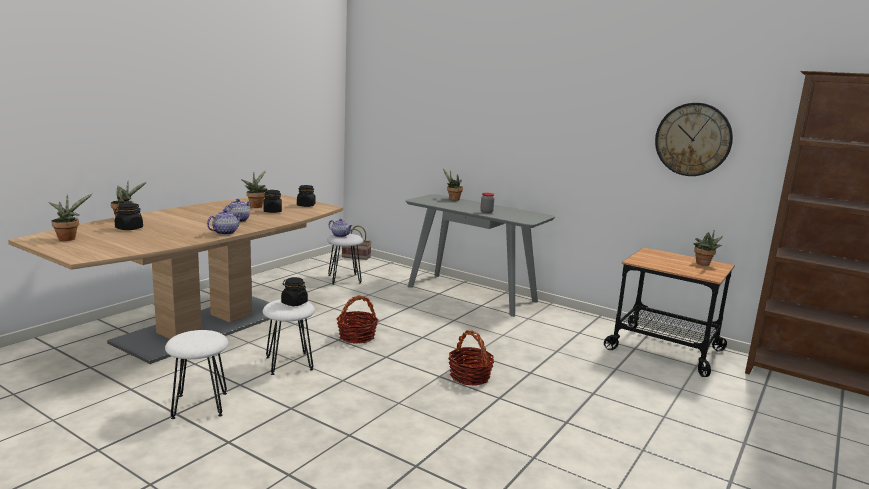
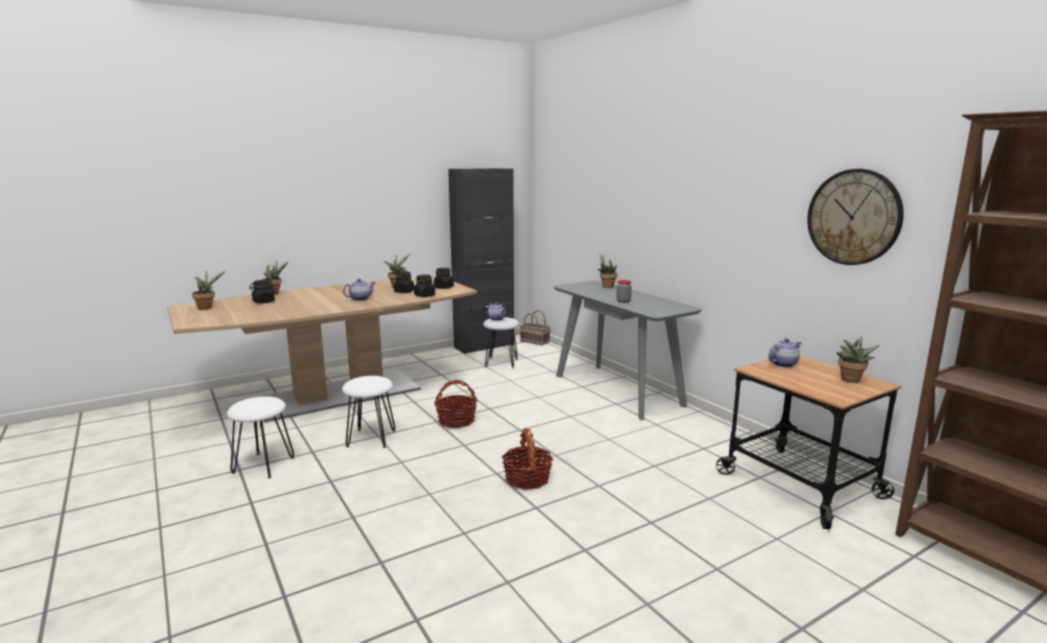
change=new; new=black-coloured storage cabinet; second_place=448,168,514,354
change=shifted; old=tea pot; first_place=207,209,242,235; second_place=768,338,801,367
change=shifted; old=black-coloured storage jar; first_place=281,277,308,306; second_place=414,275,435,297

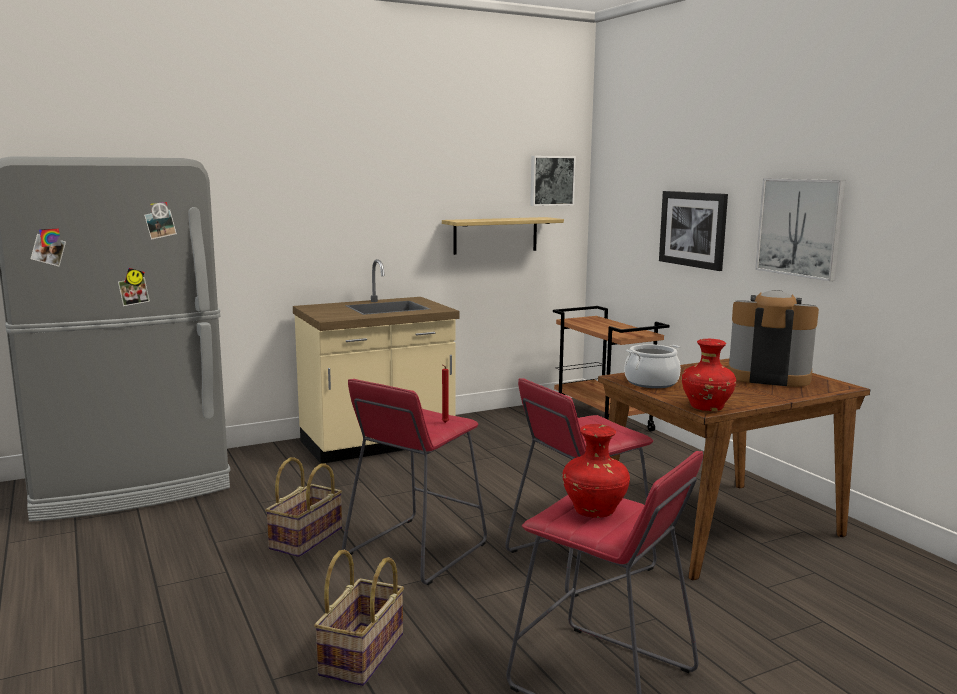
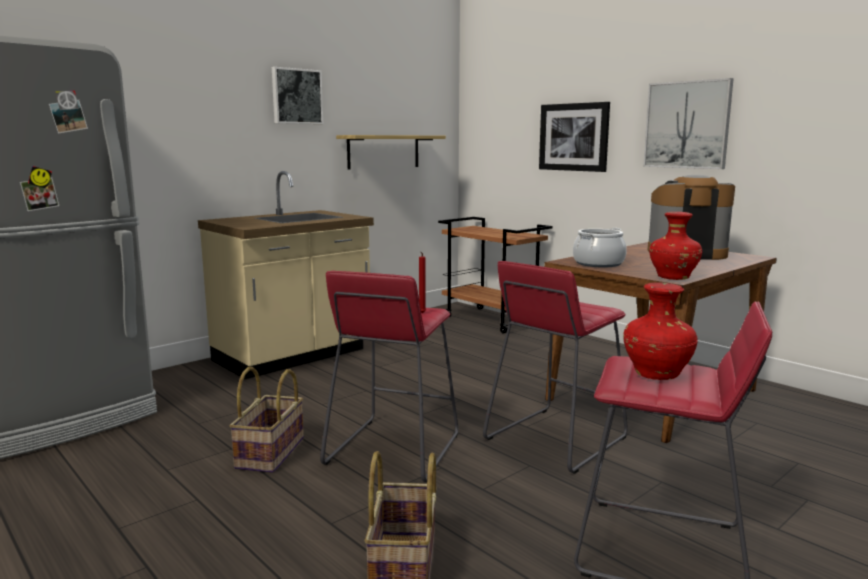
change=shifted; old=wall picture; first_place=530,156,576,206; second_place=272,67,323,124

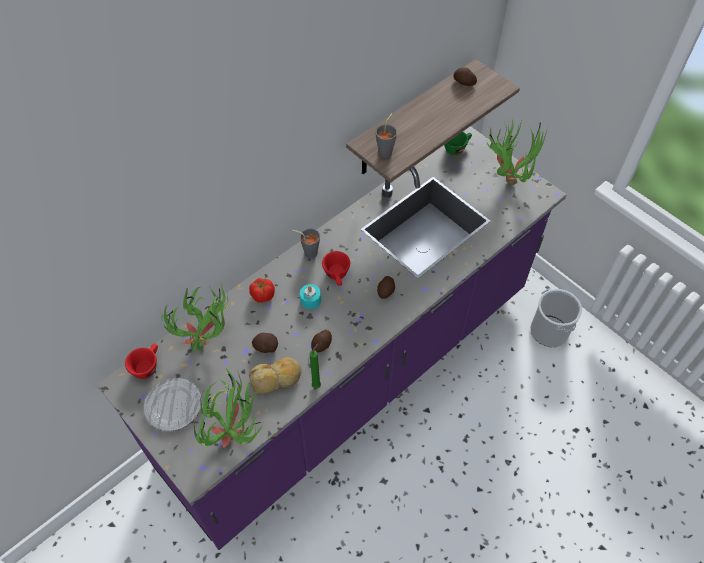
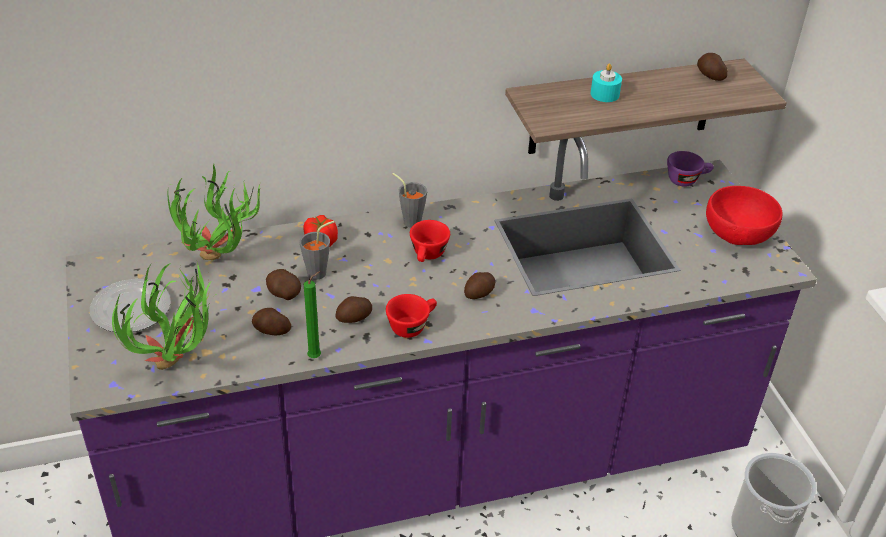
change=shifted; old=reddish small cup; first_place=125,343,158,379; second_place=386,294,437,338
change=shifted; old=blue-green wax light; first_place=300,284,321,309; second_place=590,64,622,102
change=shifted; old=grey small cup; first_place=376,113,397,158; second_place=300,221,335,280
change=swapped; old=baked bread; new=potato; first_place=249,357,302,394; second_place=252,308,291,335
change=swapped; old=houseplant; new=reddish serving bowl; first_place=485,119,547,185; second_place=706,186,783,245
change=repainted; old=green-coloured small cup; new=purple-coloured small cup; first_place=445,132,472,155; second_place=667,151,714,187

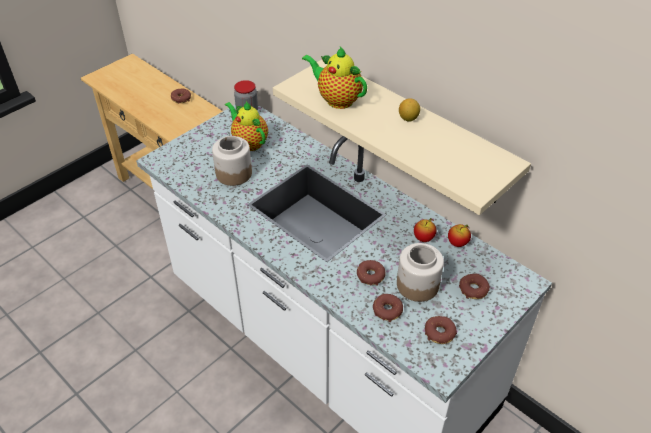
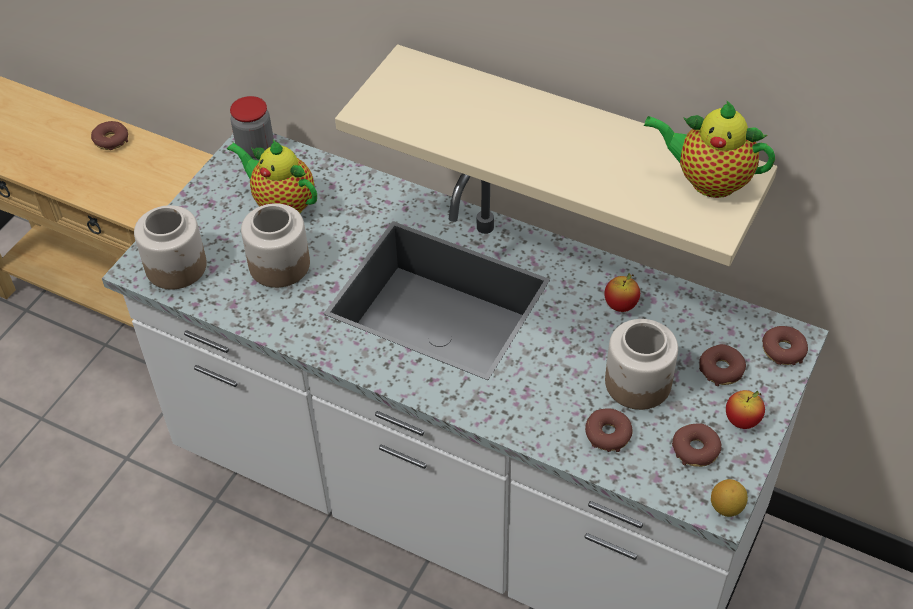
change=new; new=storage jar; second_place=134,205,207,289
change=shifted; old=tea pot; first_place=302,47,367,109; second_place=644,101,775,198
change=shifted; old=donut; first_place=357,260,386,286; second_place=762,326,808,365
change=shifted; old=citrus fruit; first_place=399,98,420,121; second_place=711,479,748,517
change=shifted; old=whole apple; first_place=448,224,471,247; second_place=726,390,765,429

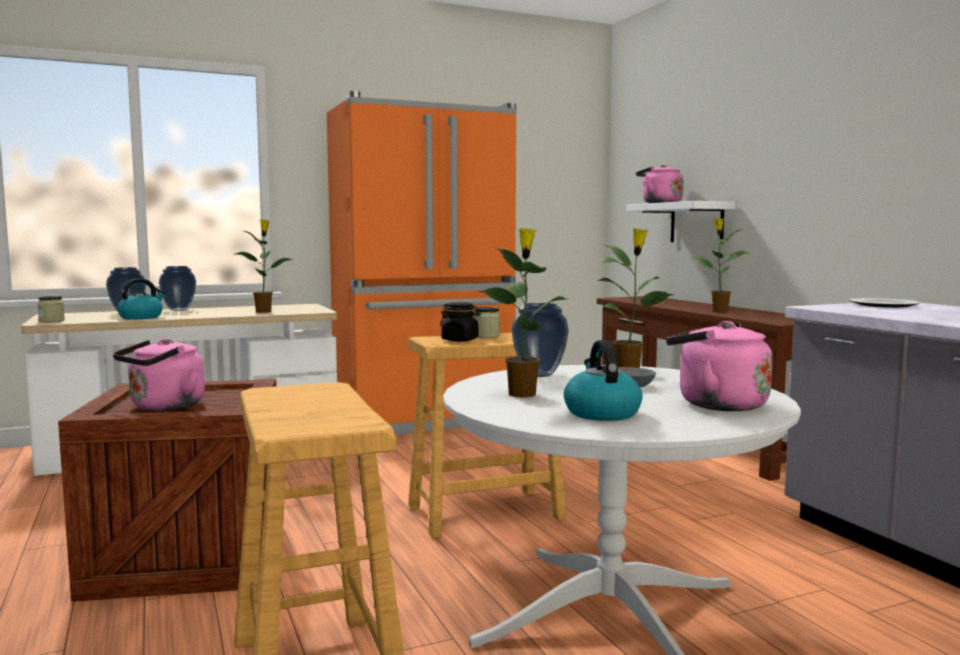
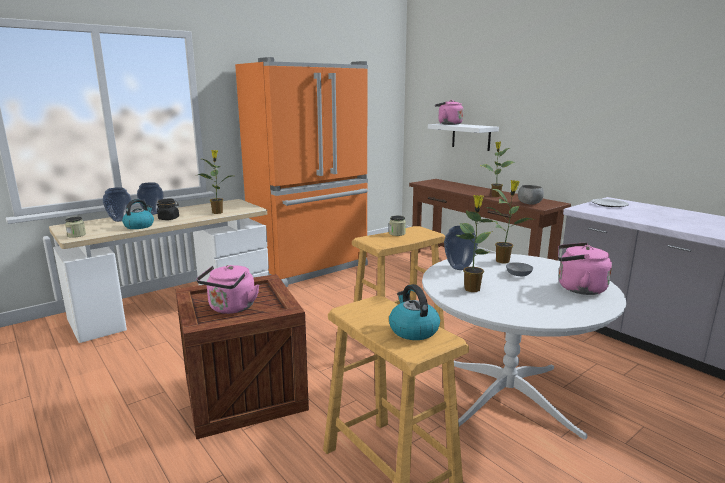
change=new; new=grey serving bowl; second_place=518,185,544,205
change=shifted; old=black-coloured storage jar; first_place=440,302,481,342; second_place=157,198,179,220
change=shifted; old=water kettle; first_place=564,340,643,421; second_place=389,284,440,340

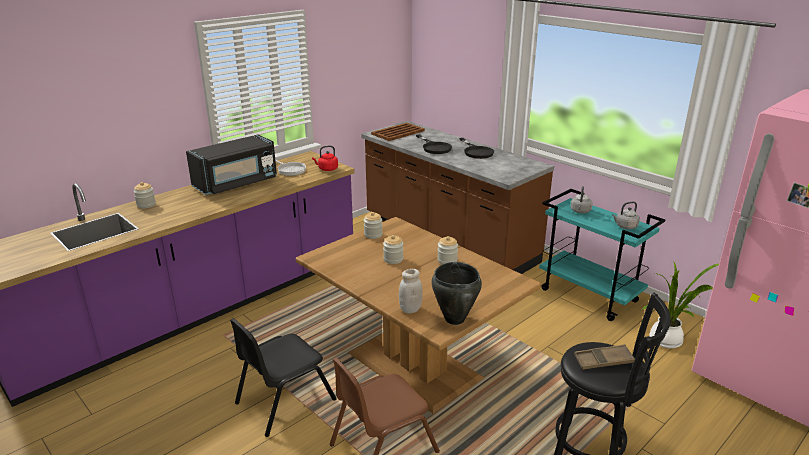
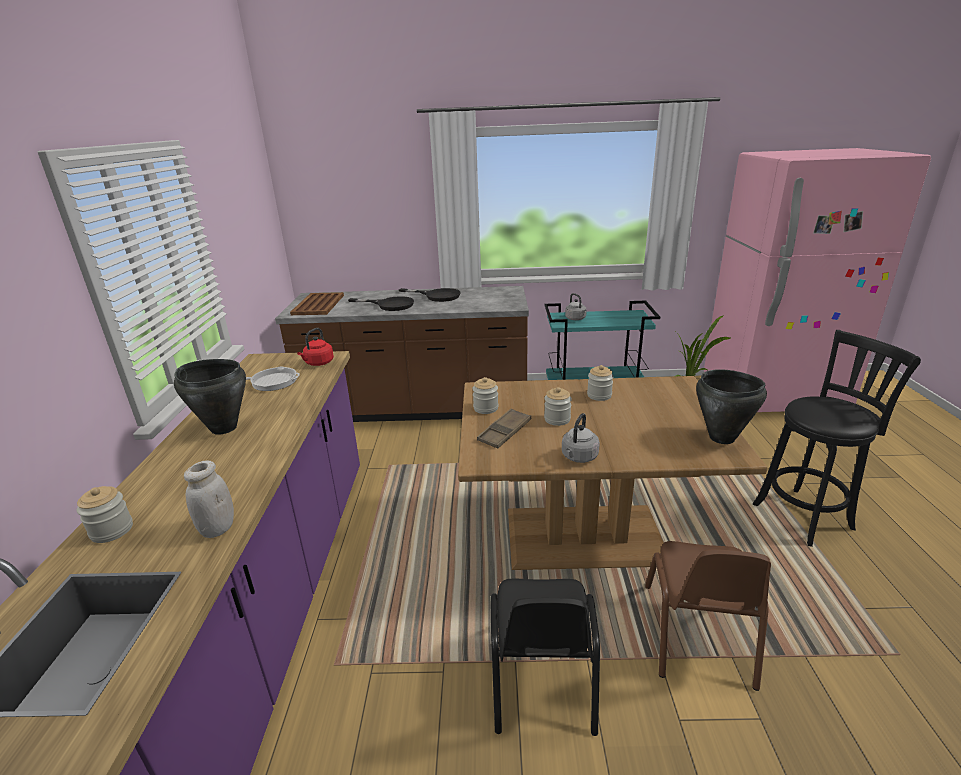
change=shifted; old=white storage jar; first_place=399,269,423,313; second_place=184,461,234,538
change=shifted; old=brown carrying tray; first_place=574,344,635,370; second_place=477,408,531,449
change=shifted; old=grey water kettle; first_place=612,201,640,229; second_place=562,413,600,463
change=swapped; old=black-coloured kitchen microwave; new=black-coloured stockpot; first_place=186,134,277,195; second_place=174,359,246,435

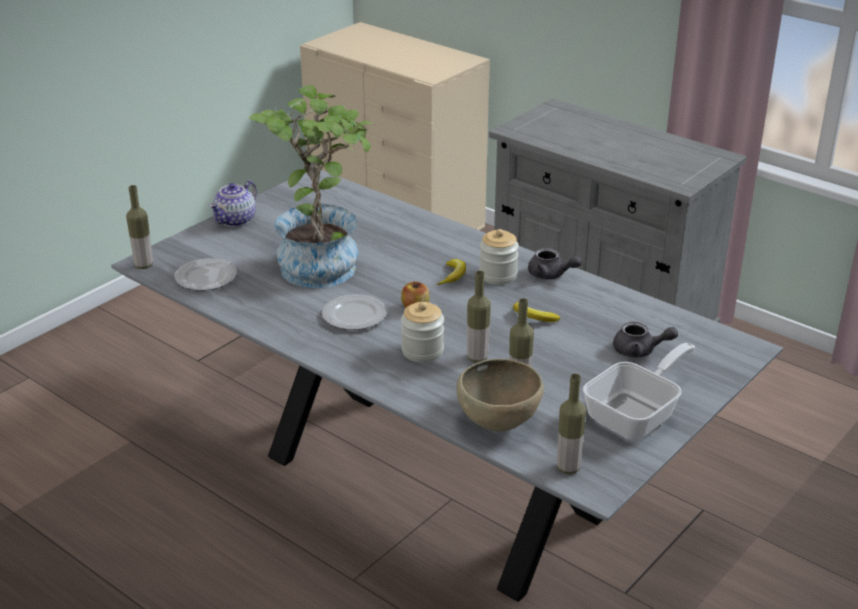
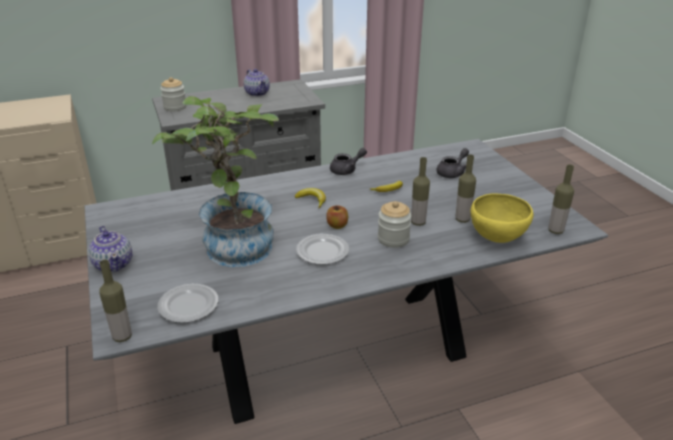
change=gone; old=frying pan; first_place=583,343,695,439
change=new; new=tea pot; second_place=243,69,270,97
change=shifted; old=storage jar; first_place=479,229,519,285; second_place=160,77,186,111
change=repainted; old=brown serving bowl; new=yellow-coloured serving bowl; first_place=456,359,544,431; second_place=470,193,534,243

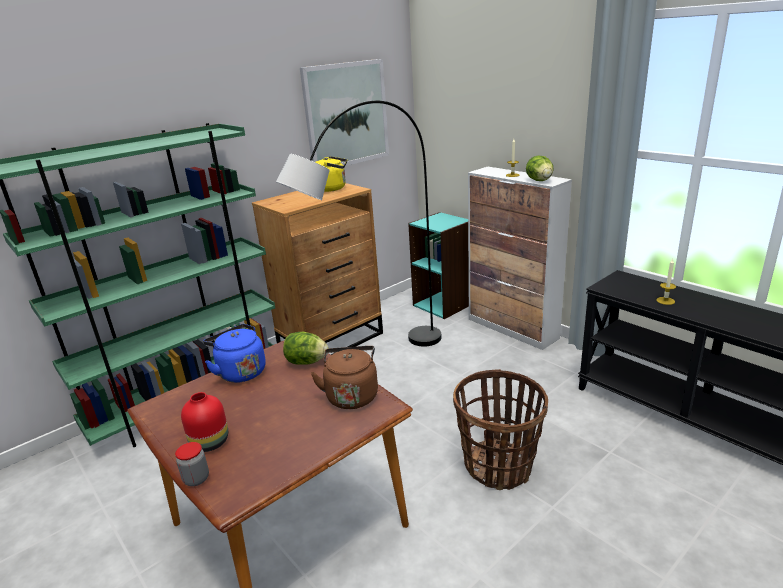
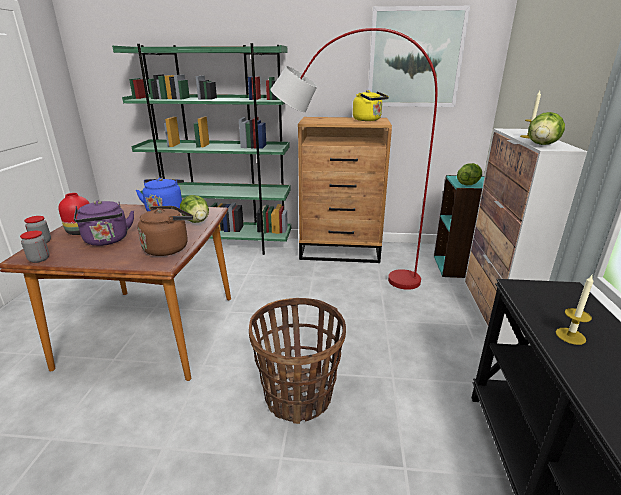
change=new; new=storage jar; second_place=20,230,49,263
change=new; new=purple-coloured water kettle; second_place=74,200,134,246
change=new; new=lettuce; second_place=457,163,482,185
change=repainted; old=grey standard lamp; new=reddish standard lamp; first_place=276,100,441,347; second_place=270,28,437,290

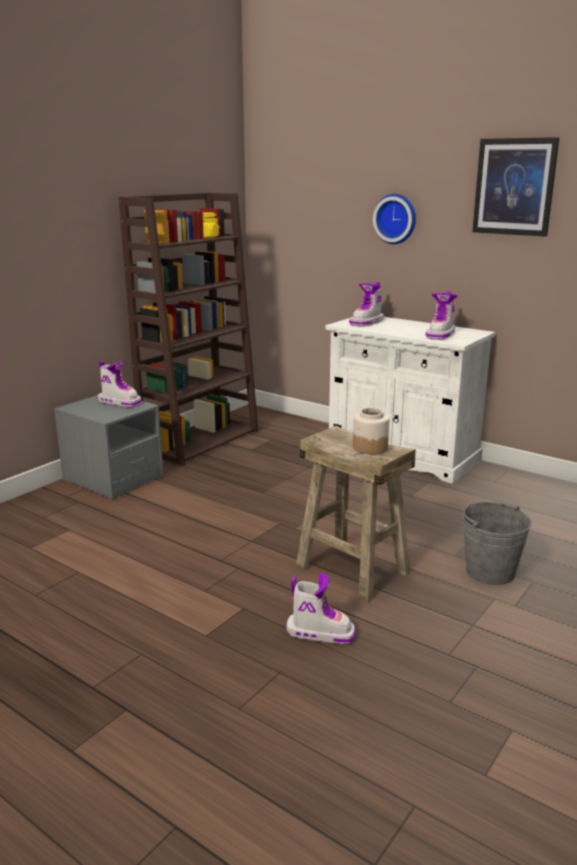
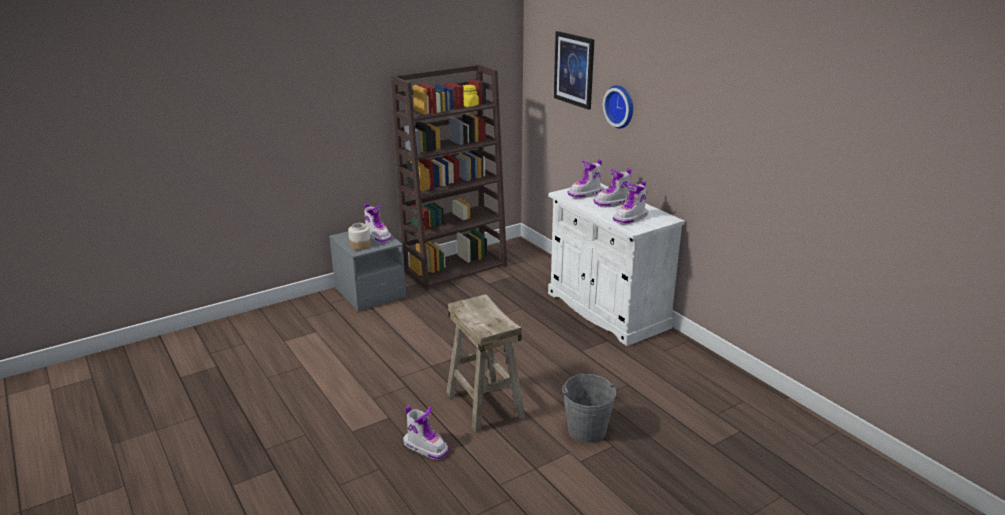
change=new; new=high-top boot; second_place=593,168,631,207
change=shifted; old=storage jar; first_place=353,408,390,454; second_place=348,223,371,250
change=shifted; old=wall picture; first_place=472,137,559,237; second_place=554,31,594,110

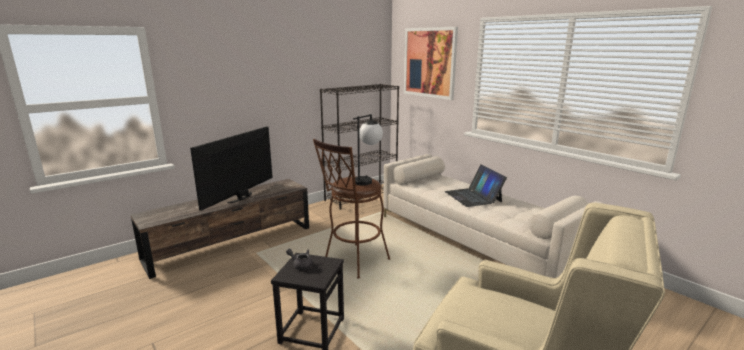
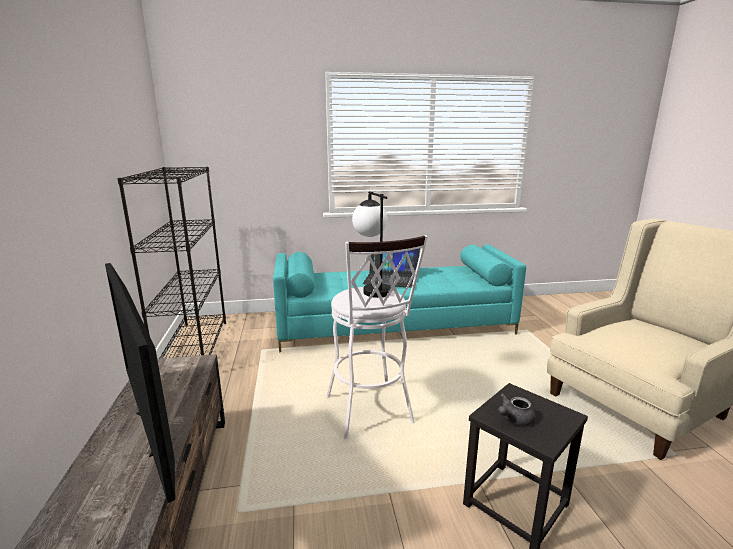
change=gone; old=wall picture; first_place=404,27,458,100
change=repainted; old=brown stool; new=white stool; first_place=313,139,391,279; second_place=326,235,428,439
change=repainted; old=beige sofa; new=blue-green sofa; first_place=383,154,604,278; second_place=273,245,526,352

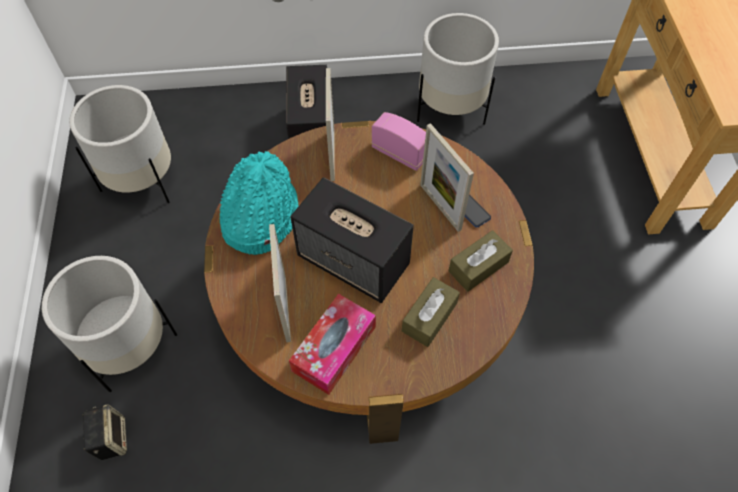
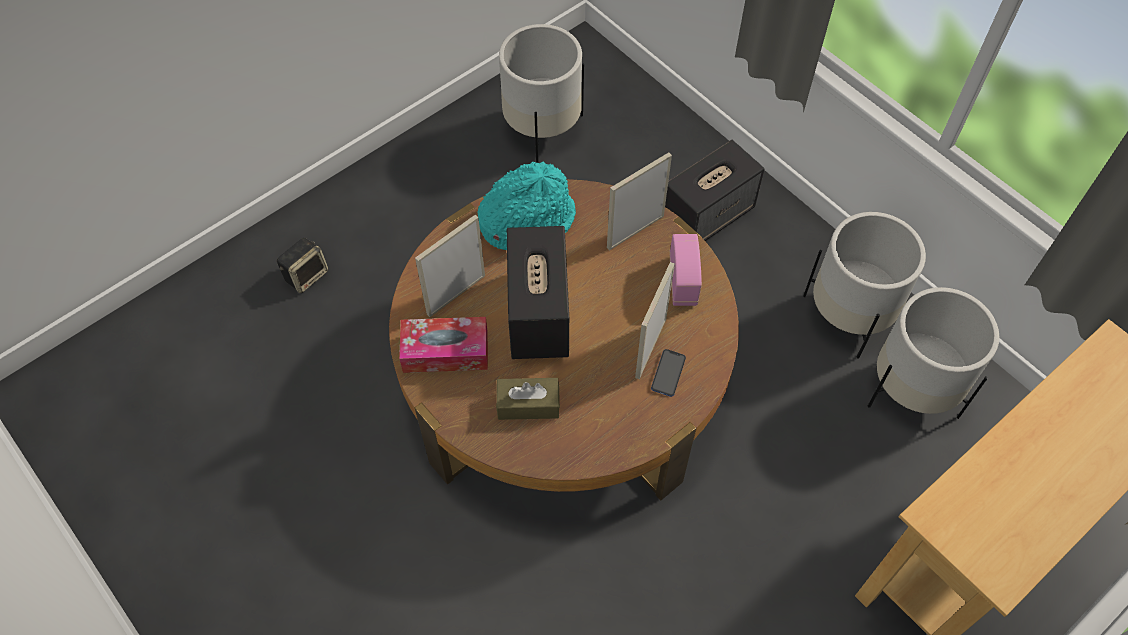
change=gone; old=brown box of tissues; first_place=448,230,513,292
change=shifted; old=white planter; first_place=42,256,177,392; second_place=868,287,999,419

